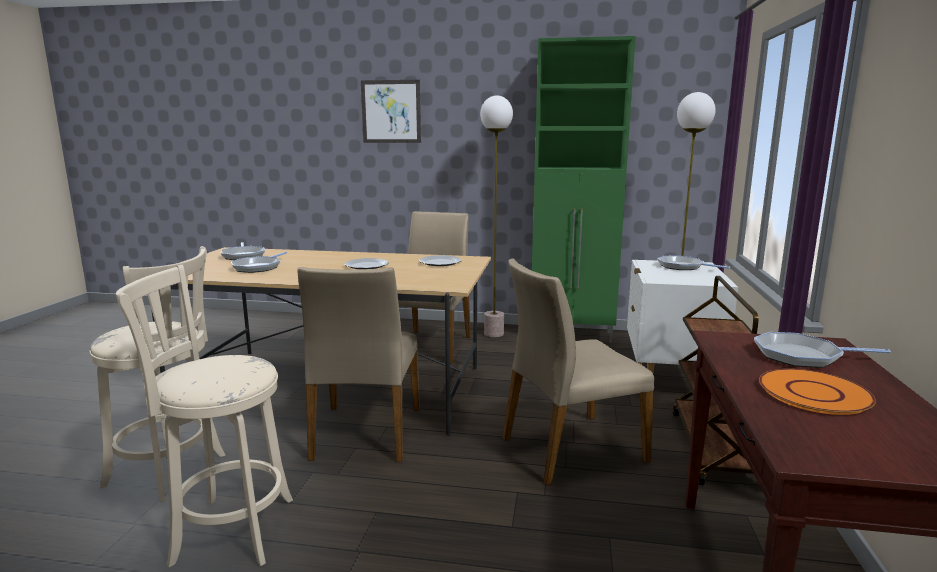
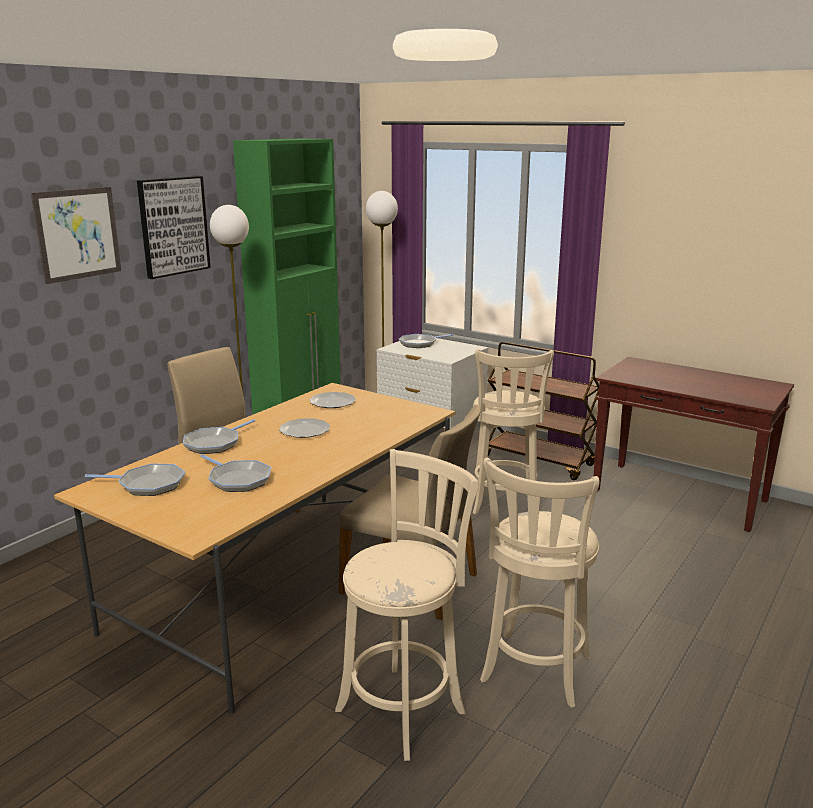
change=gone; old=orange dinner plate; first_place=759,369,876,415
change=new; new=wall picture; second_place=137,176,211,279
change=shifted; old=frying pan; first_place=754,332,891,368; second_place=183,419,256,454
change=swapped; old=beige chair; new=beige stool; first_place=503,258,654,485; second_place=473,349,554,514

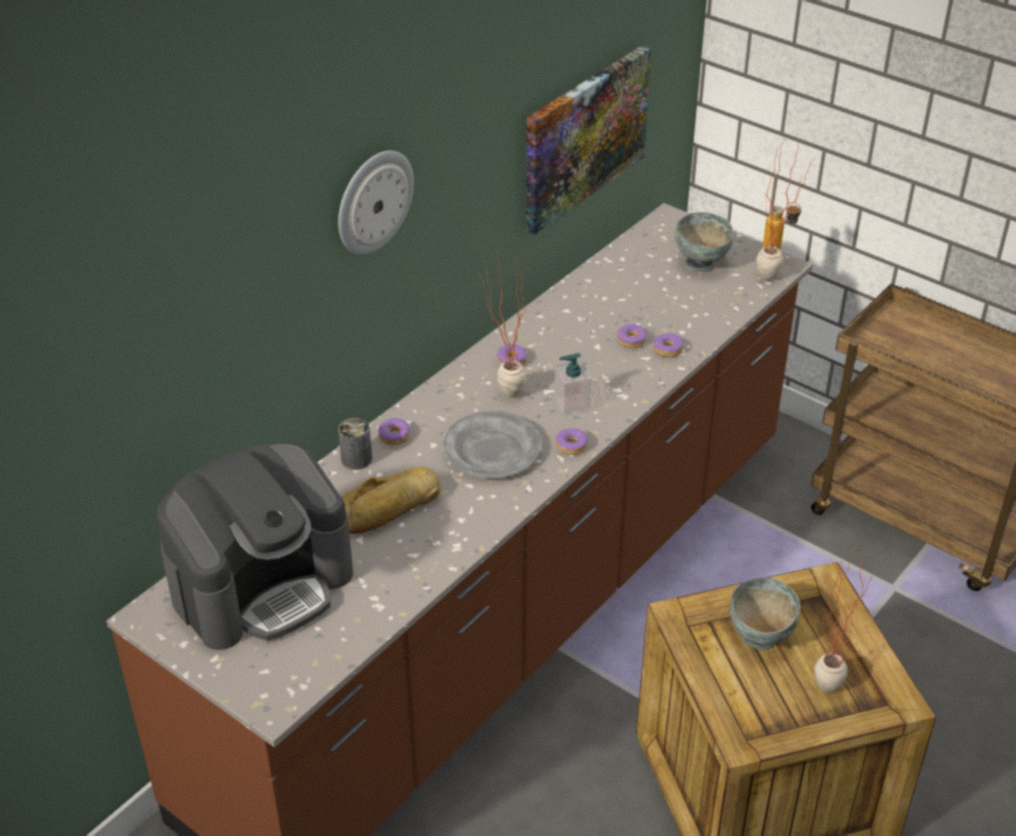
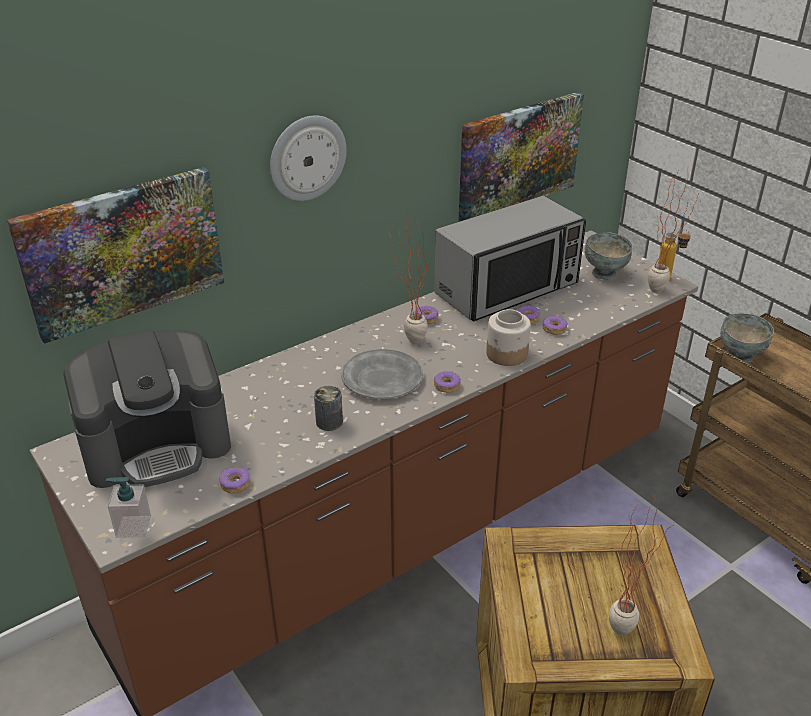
change=gone; old=baked bread; first_place=342,467,441,534
change=new; new=wall picture; second_place=7,167,224,344
change=new; new=kitchen microwave; second_place=434,196,586,322
change=new; new=storage jar; second_place=486,309,531,366
change=shifted; old=metal can; first_place=338,418,372,470; second_place=314,386,343,431
change=shifted; old=donut; first_place=378,418,410,445; second_place=219,467,250,493
change=shifted; old=soap bottle; first_place=554,353,592,416; second_place=106,477,151,538
change=shifted; old=grey serving bowl; first_place=730,578,800,650; second_place=720,313,774,363

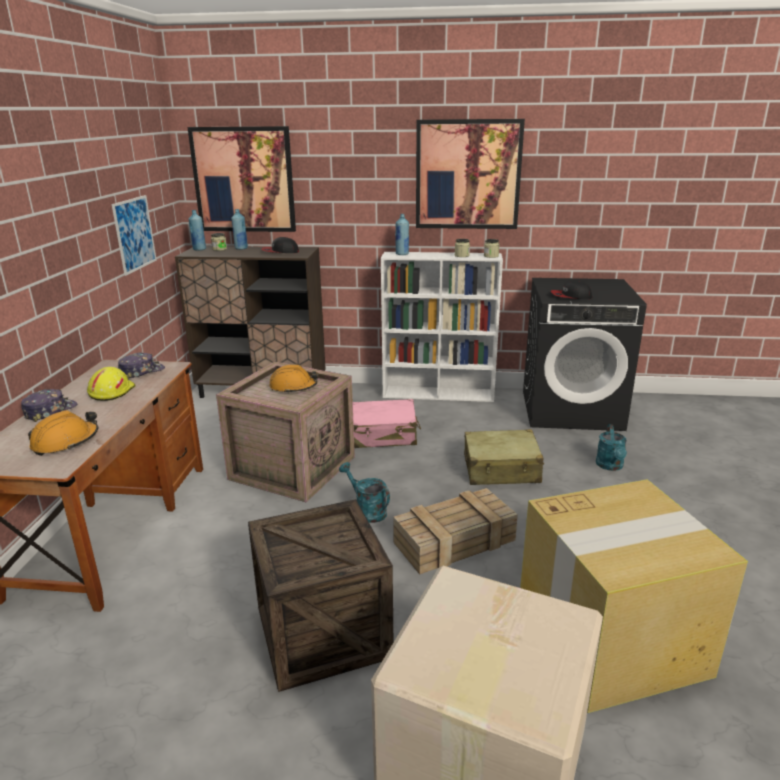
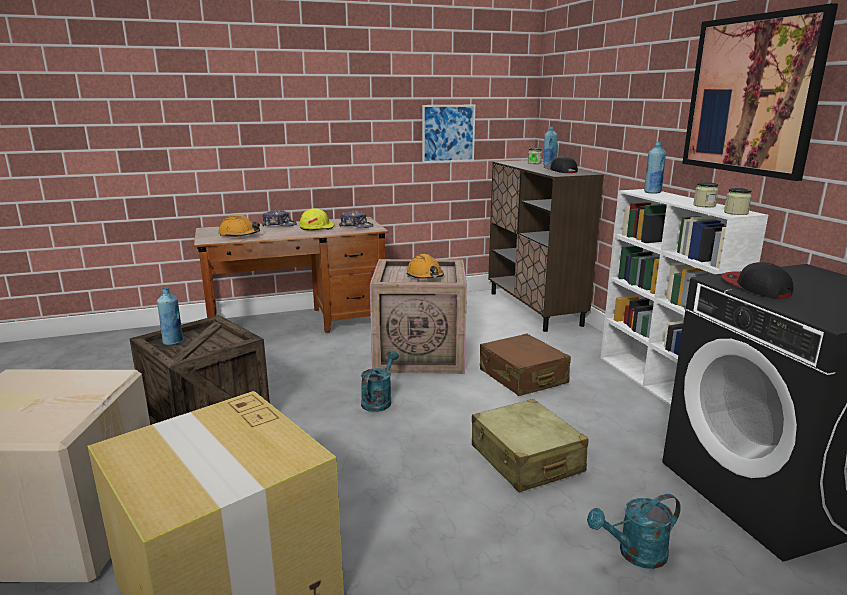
change=gone; old=wall picture; first_place=187,126,296,232
change=gone; old=crate; first_place=393,488,518,574
change=shifted; old=blue-coloured drink bottle; first_place=189,210,206,251; second_place=157,287,183,345
change=repainted; old=pink-coloured suitcase; new=brown suitcase; first_place=353,399,421,448; second_place=480,334,571,396

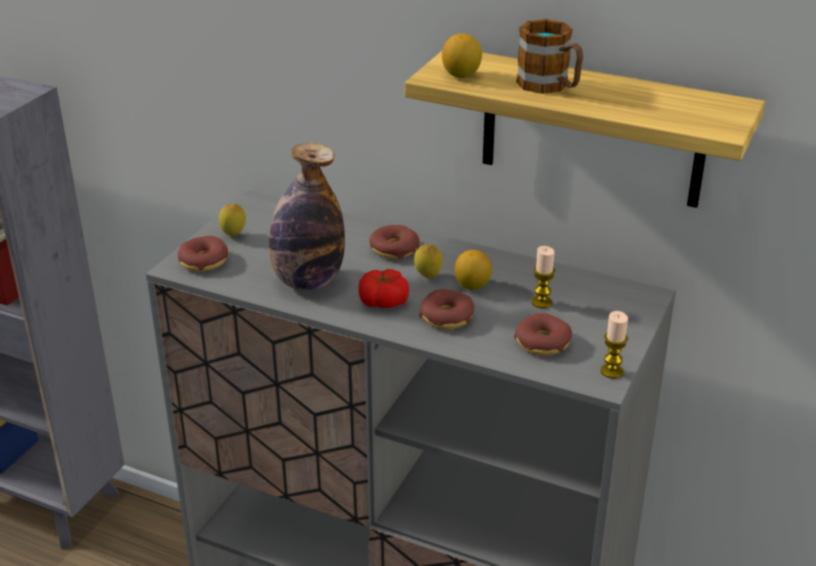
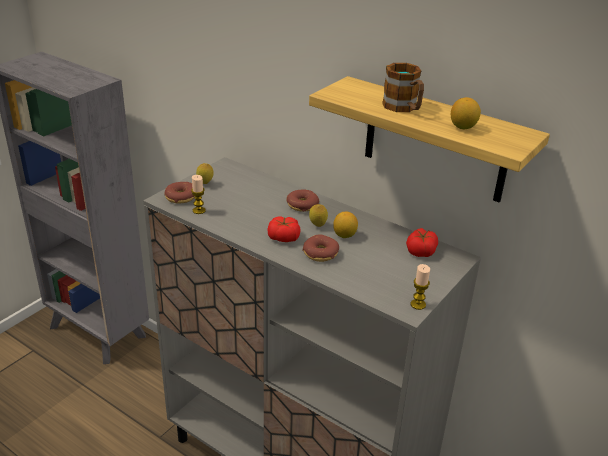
change=gone; old=drink bottle; first_place=269,143,345,290
change=gone; old=donut; first_place=514,313,572,356
change=new; new=tomato; second_place=406,228,438,257
change=shifted; old=citrus fruit; first_place=442,33,482,78; second_place=451,97,481,130
change=shifted; old=wax light; first_place=532,246,555,308; second_place=191,175,206,214

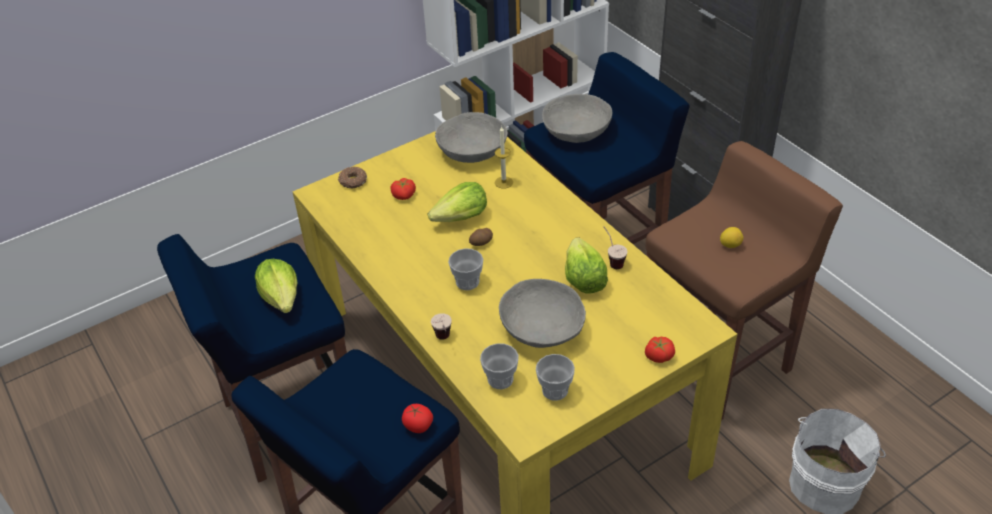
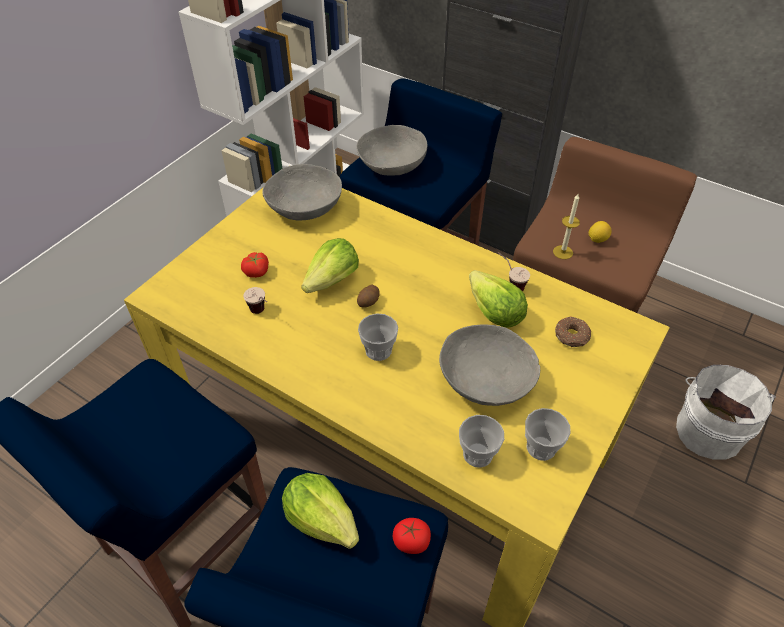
change=gone; old=tomato; first_place=645,337,675,363
change=shifted; old=lettuce; first_place=255,259,297,313; second_place=282,473,359,549
change=shifted; old=donut; first_place=338,166,367,188; second_place=555,317,591,347
change=shifted; old=small cup; first_place=431,313,452,340; second_place=243,287,267,314
change=shifted; old=wax light; first_place=495,127,513,189; second_place=553,194,580,259

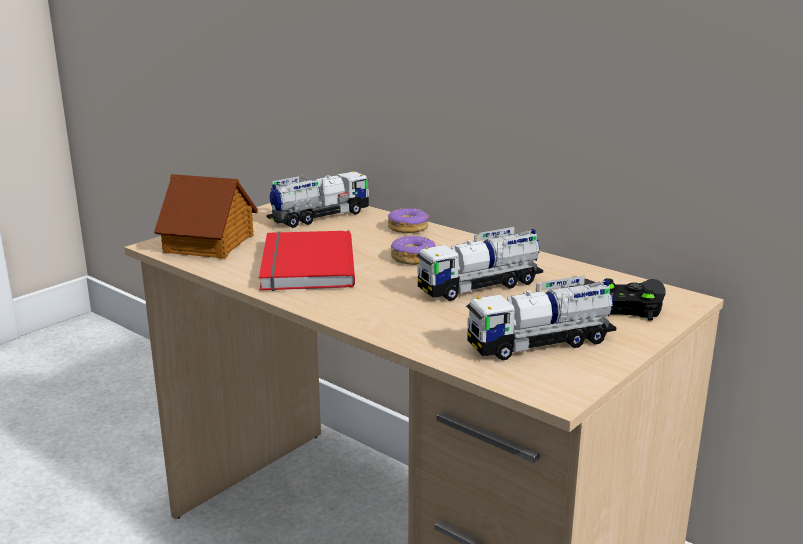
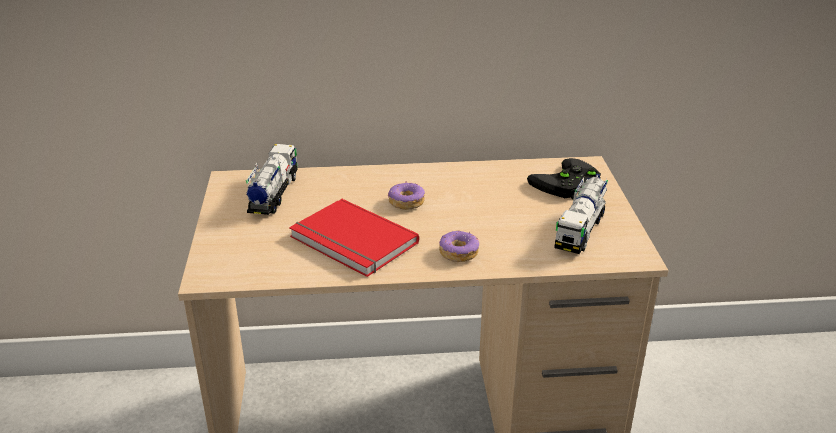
change=gone; old=miniature house; first_place=154,174,258,259
change=gone; old=toy truck; first_place=416,227,543,301
change=shifted; old=donut; first_place=388,208,429,233; second_place=439,230,479,262

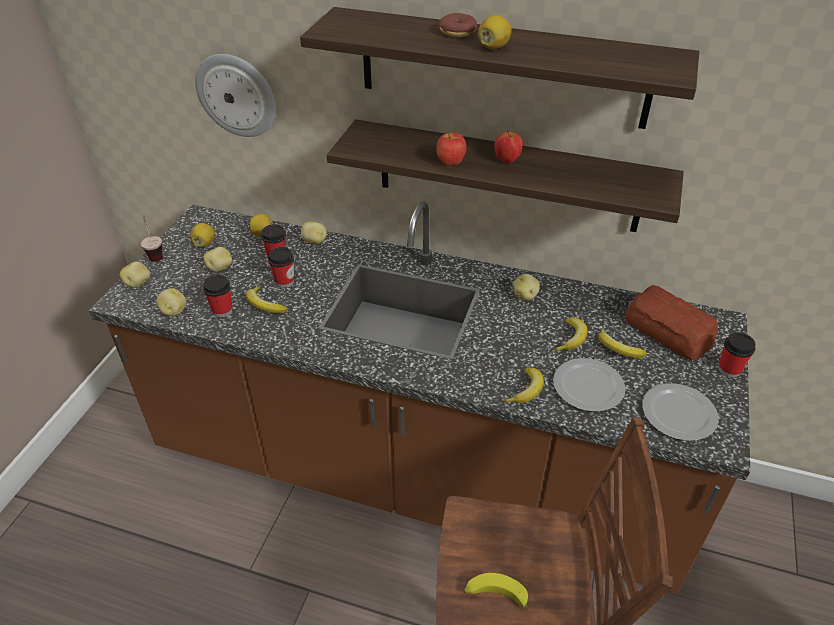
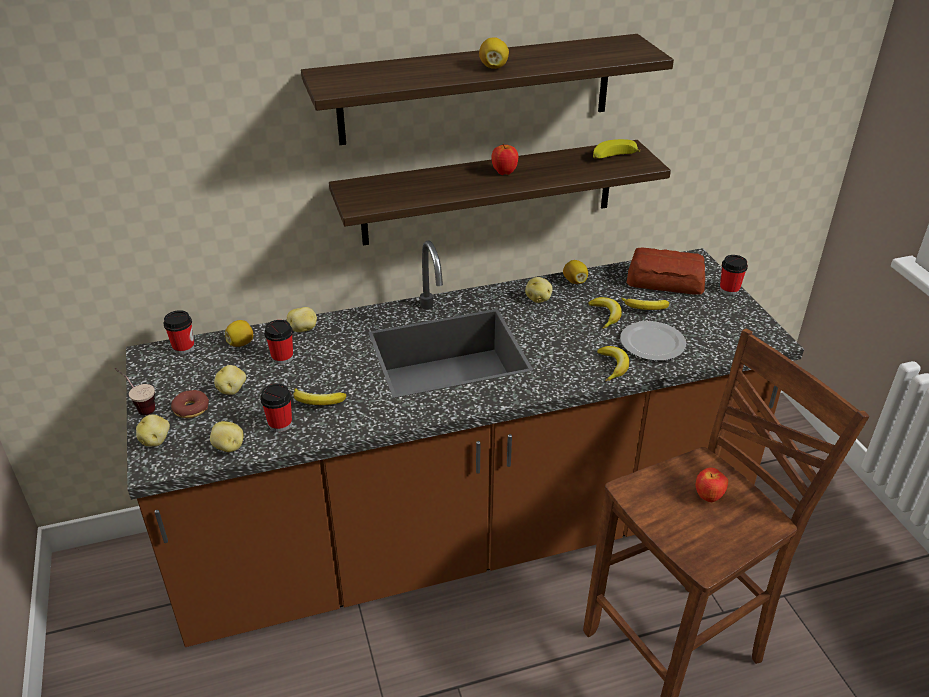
change=gone; old=wall clock; first_place=195,54,276,137
change=gone; old=dinner plate; first_place=642,383,719,441
change=shifted; old=citrus fruit; first_place=190,223,215,247; second_place=563,260,588,284
change=shifted; old=small cup; first_place=268,247,294,288; second_place=163,310,195,354
change=shifted; old=whole apple; first_place=436,132,467,166; second_place=695,467,728,502
change=shifted; old=donut; first_place=439,13,478,37; second_place=171,390,209,418
change=shifted; old=banana fruit; first_place=464,573,528,610; second_place=593,139,641,159

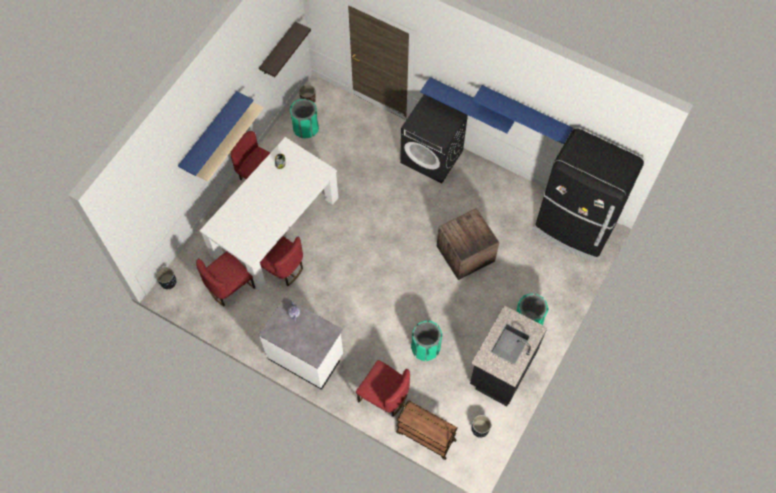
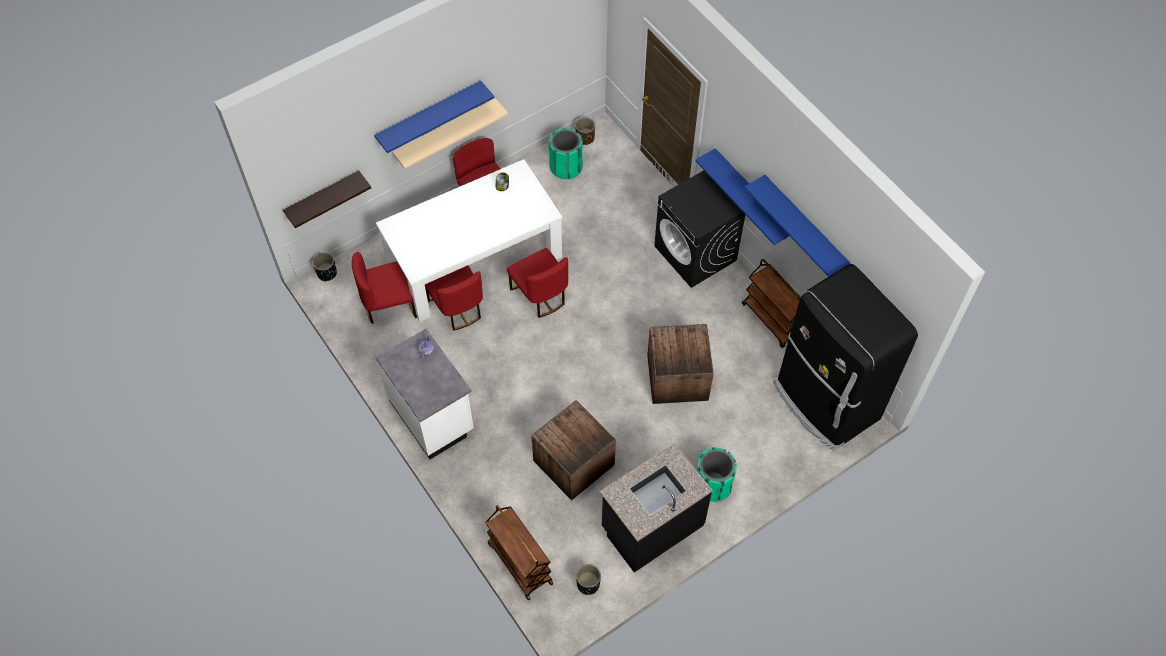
change=new; new=brown cart; second_place=742,259,801,348
change=shifted; old=shelf; first_place=259,21,311,77; second_place=283,171,371,228
change=shifted; old=reddish chair; first_place=356,360,410,416; second_place=507,248,568,318
change=swapped; old=green-coloured rubbish bin; new=crate; first_place=411,320,442,361; second_place=531,400,616,500

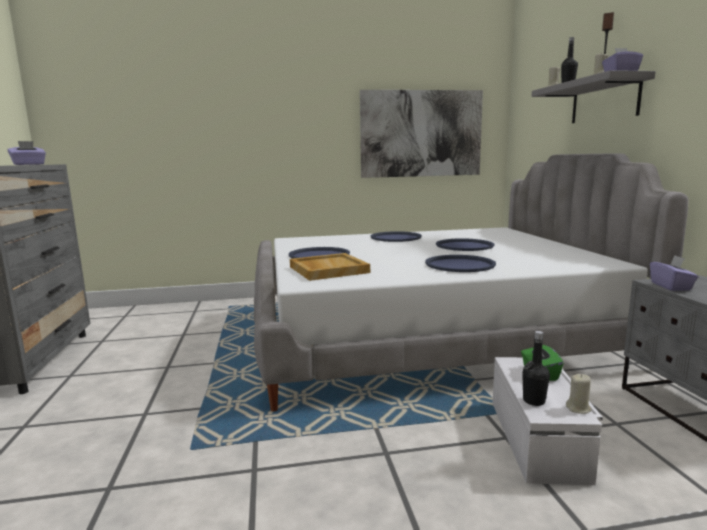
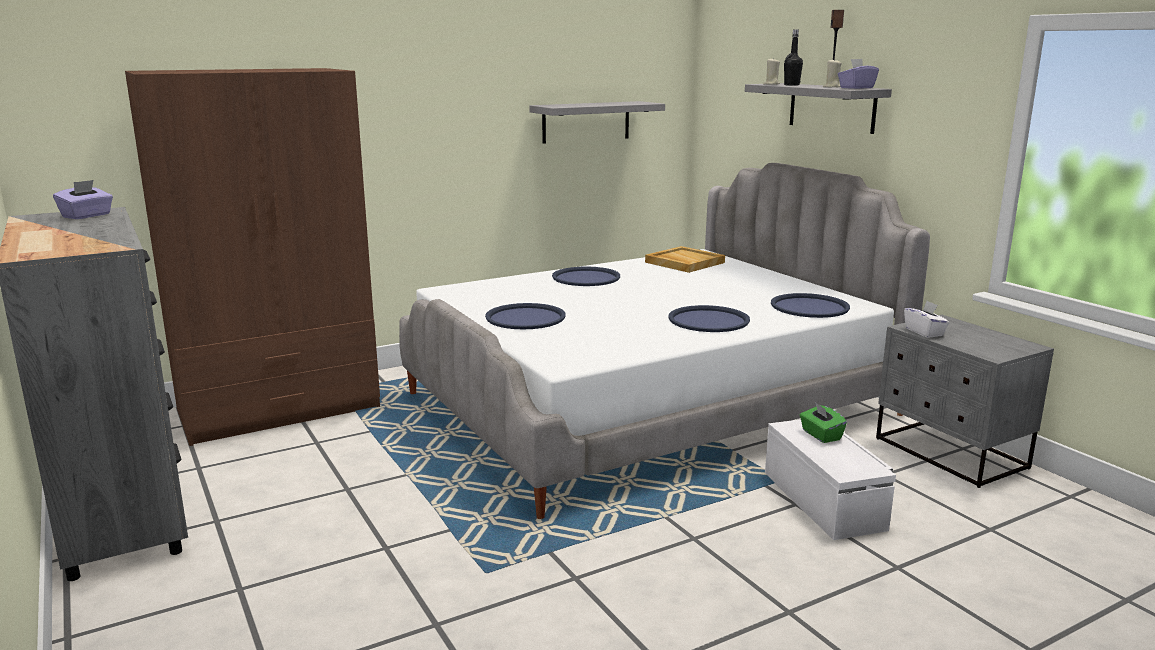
change=gone; old=black-coloured drink bottle; first_place=522,331,550,406
change=gone; old=beige wax light; first_place=566,374,592,414
change=new; new=brown clothes cupboard; second_place=125,68,380,446
change=shifted; old=beige carrying tray; first_place=290,253,370,281; second_place=645,246,725,273
change=shifted; old=blue-coloured carrying tray; first_place=436,238,494,251; second_place=771,293,850,318
change=swapped; old=wall picture; new=grey shelf; first_place=360,90,483,178; second_place=530,101,665,144
change=repainted; old=purple-coloured box of tissues; new=white box of tissues; first_place=650,255,699,291; second_place=904,301,950,338

